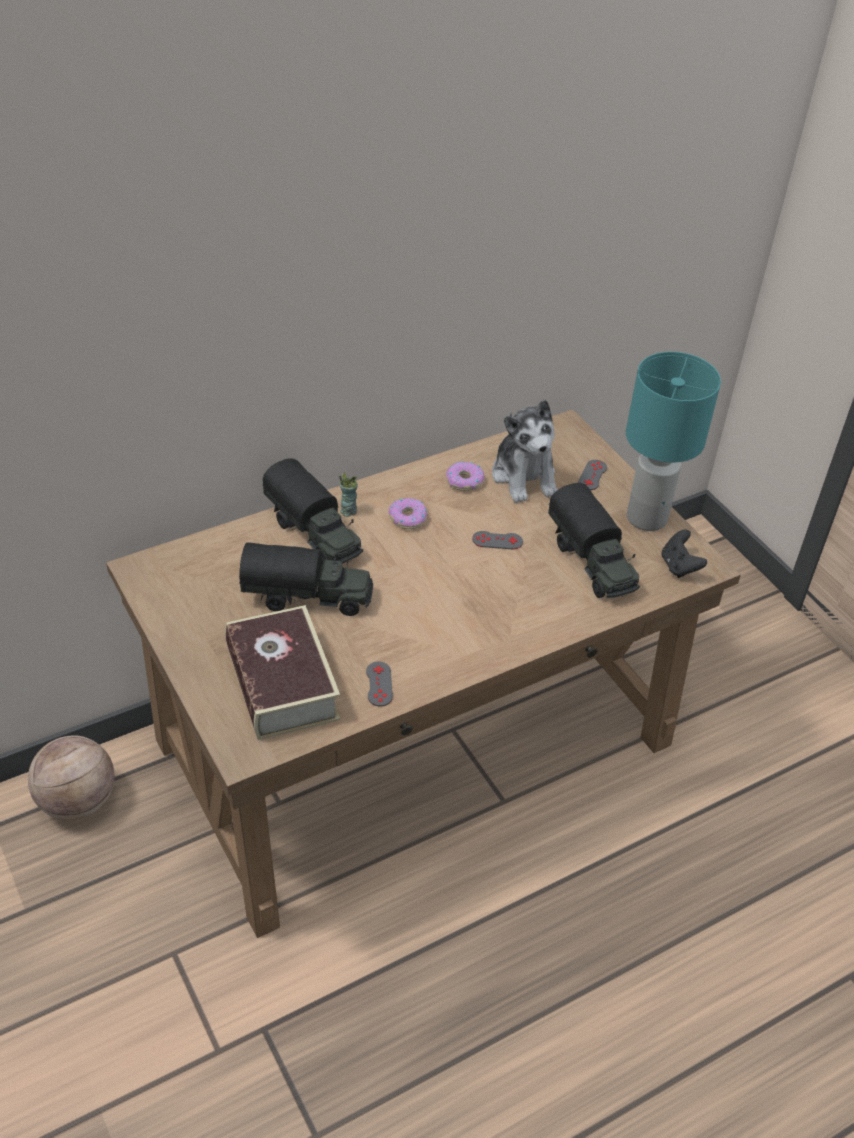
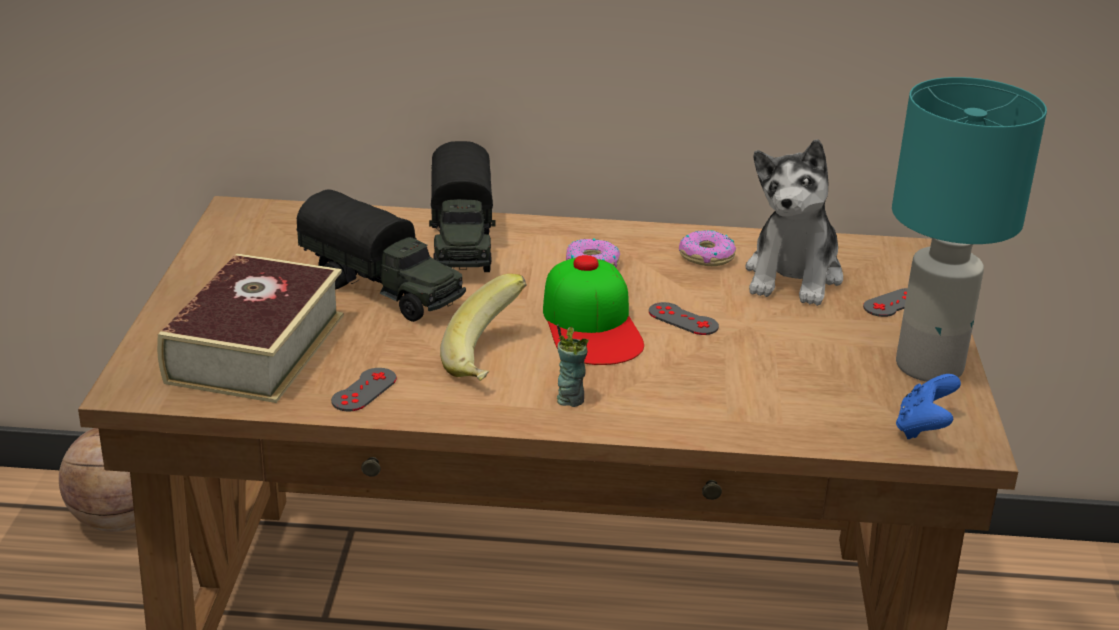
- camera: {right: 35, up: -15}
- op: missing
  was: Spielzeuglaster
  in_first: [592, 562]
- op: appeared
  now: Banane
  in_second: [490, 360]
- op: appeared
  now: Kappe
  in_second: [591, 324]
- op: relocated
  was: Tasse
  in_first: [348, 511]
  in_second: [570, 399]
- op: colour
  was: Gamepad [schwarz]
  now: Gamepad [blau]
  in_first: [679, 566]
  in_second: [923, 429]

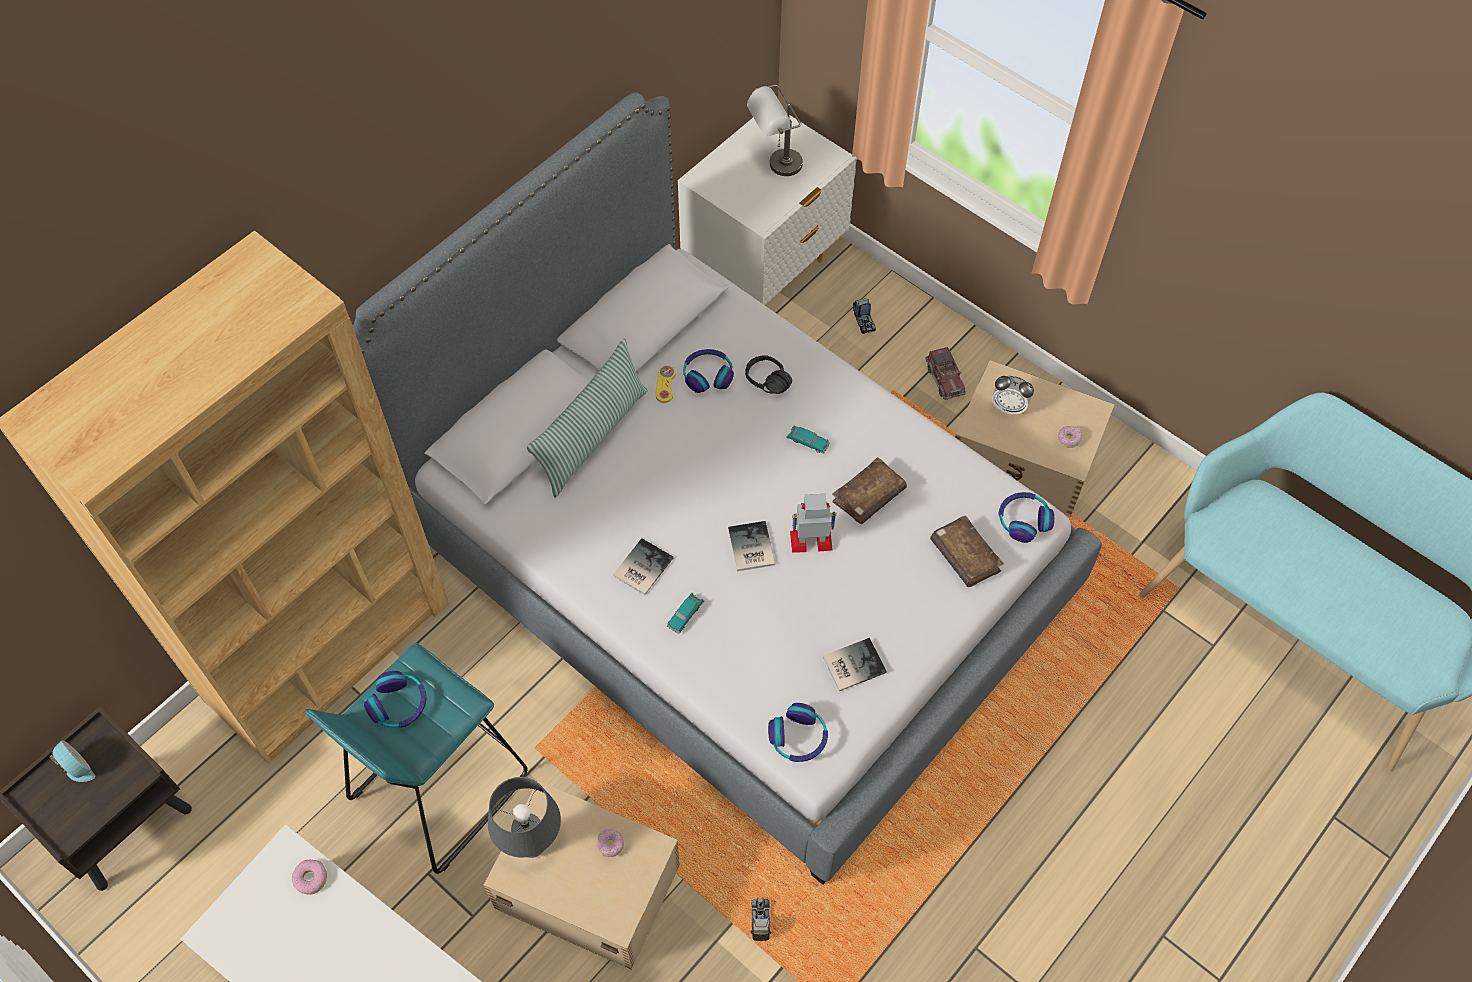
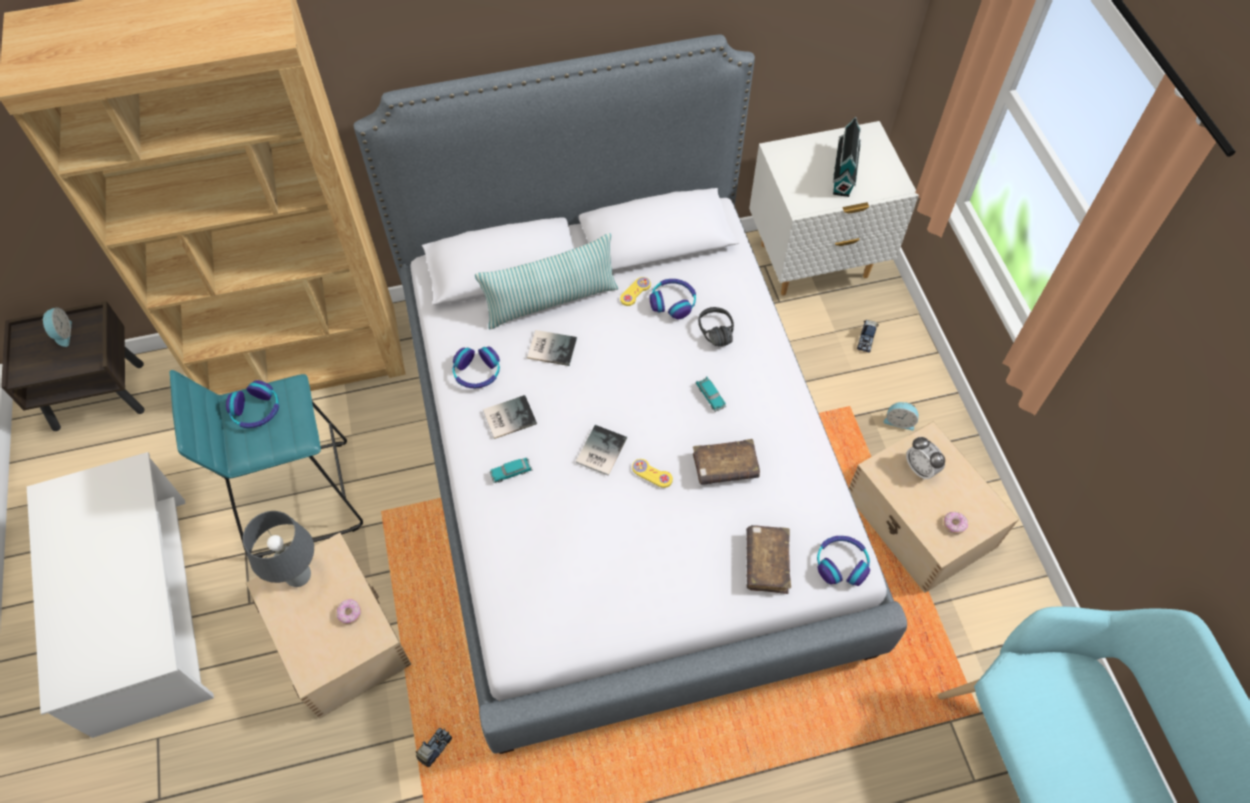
- camera: {right: 35, up: 0}
- op: missing
  was: Donut
  in_first: [311, 878]
- op: relocated
  was: Kopfhörer
  in_first: [798, 738]
  in_second: [477, 372]
- op: relocated
  was: Buch
  in_first: [852, 664]
  in_second: [551, 347]
- op: exchanged
  was: Tischlampe [grau]
  now: Spielzeughaus
  in_first: [775, 168]
  in_second: [844, 171]
- op: exchanged
  was: Spielzeugroboter
  now: Gamepad [gelb]
  in_first: [811, 540]
  in_second: [652, 474]
- op: exchanged
  was: Spielzeuglaster
  now: Wecker
  in_first: [944, 379]
  in_second: [899, 421]

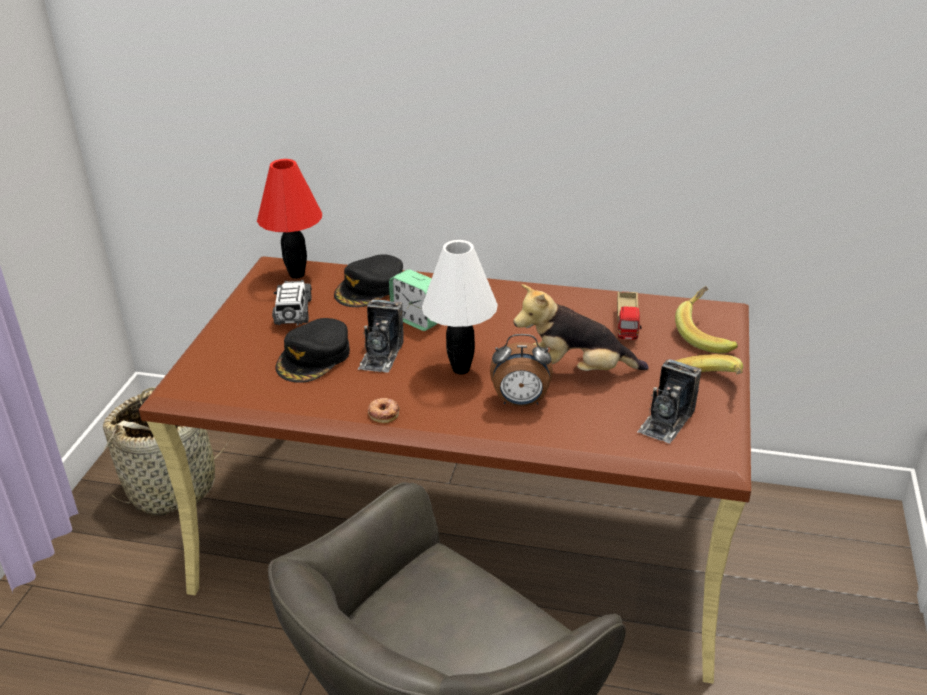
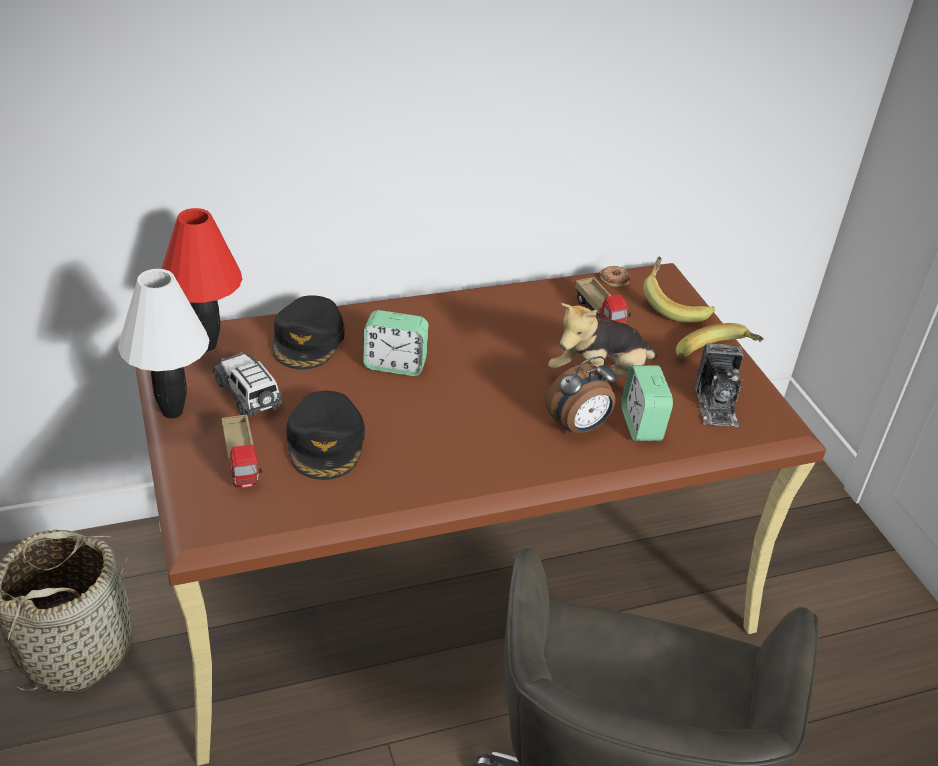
- camera: {right: -35, up: 5}
- op: missing
  was: Kamera
  in_first: [381, 355]
- op: appeared
  now: Spielzeuglaster
  in_second: [242, 462]
- op: appeared
  now: Wecker
  in_second: [641, 424]
- op: relocated
  was: Donut
  in_first: [384, 413]
  in_second: [614, 279]
- op: relocated
  was: Tischlampe [weiß]
  in_first: [461, 370]
  in_second: [173, 412]

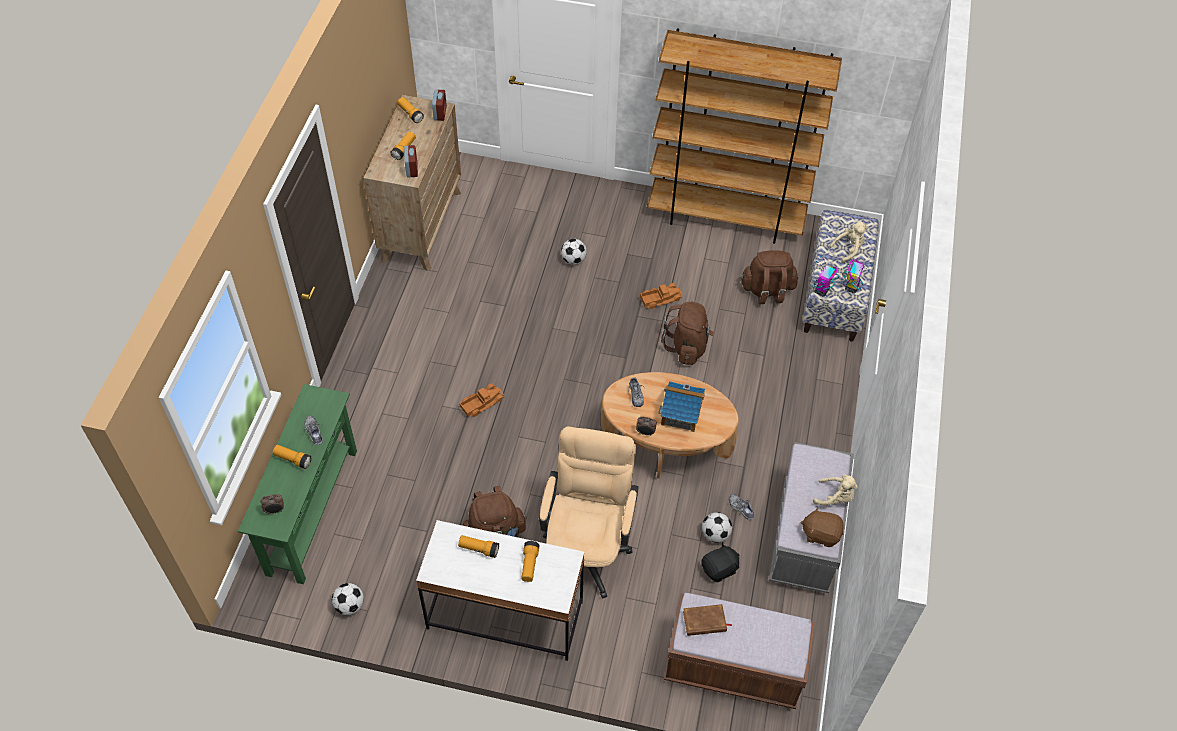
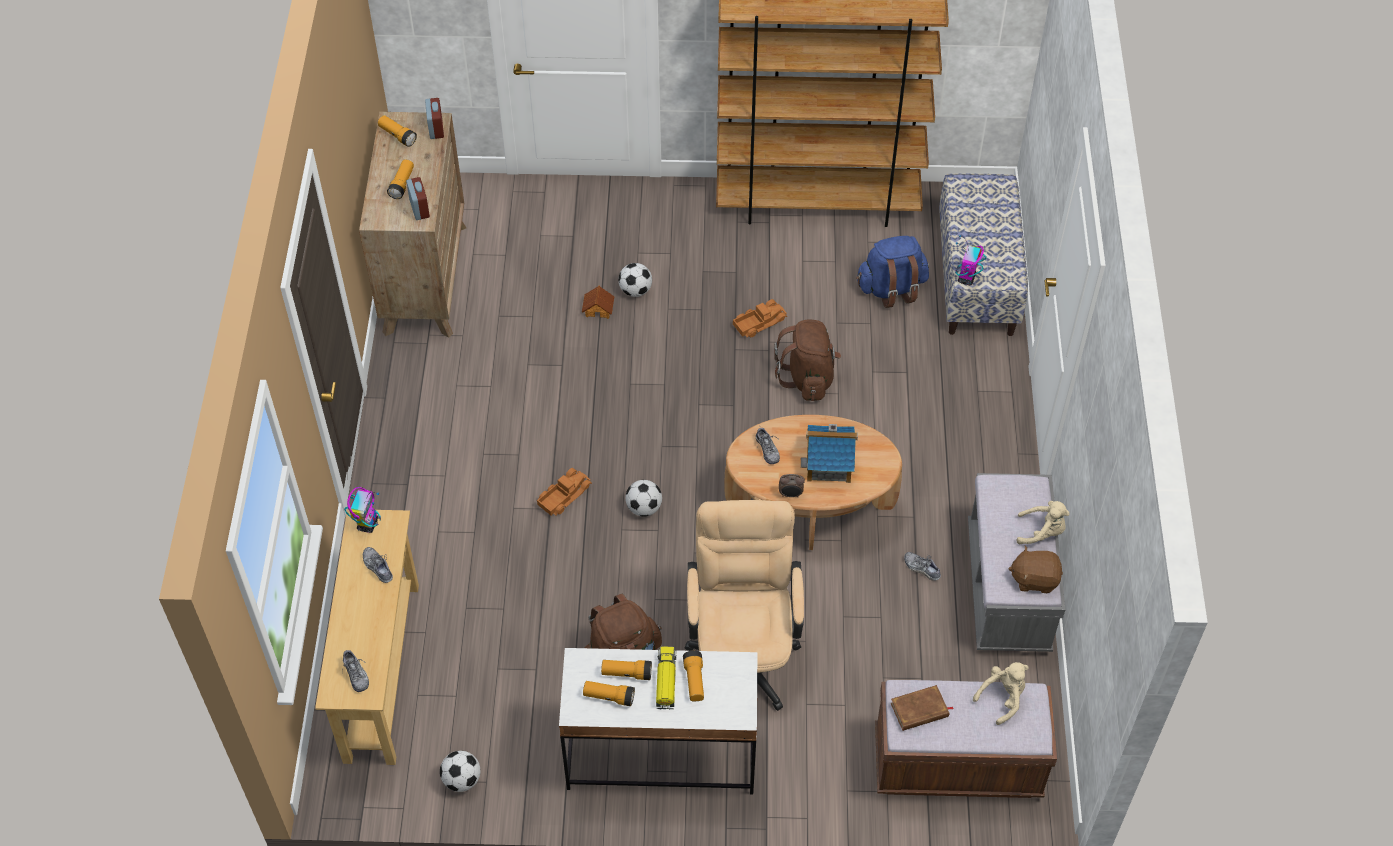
- camera: {right: -10, up: 0}
- op: missing
  was: Plüschtier [schwarz]
  in_first: [719, 569]
- op: appeared
  now: Spielzeughaus
  in_second: [598, 309]
- op: appeared
  now: Spielzeuglaster
  in_second: [666, 681]
- op: relocated
  was: Taschenlampe
  in_first: [293, 459]
  in_second: [609, 697]
- op: relocated
  was: Fußball
  in_first: [715, 534]
  in_second: [644, 508]
- op: relocated
  was: Plüschtier [beige]
  in_first: [848, 249]
  in_second: [1002, 698]
- op: relocated
  was: Spielzeugroboter
  in_first: [851, 287]
  in_second: [368, 524]
- op: exchanged
  was: Wecker
  now: Schuh
  in_first: [275, 511]
  in_second: [356, 674]
- op: colour
  was: Konsolentisch [grün]
  now: Konsolentisch [beige]
  in_first: [312, 511]
  in_second: [381, 671]
- op: colour
  was: Rucksack [braun]
  now: Rucksack [blau]
  in_first: [767, 290]
  in_second: [891, 288]

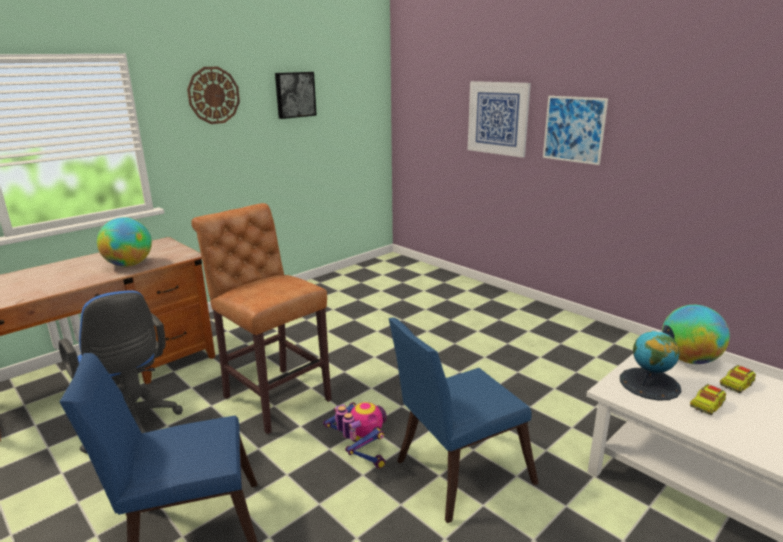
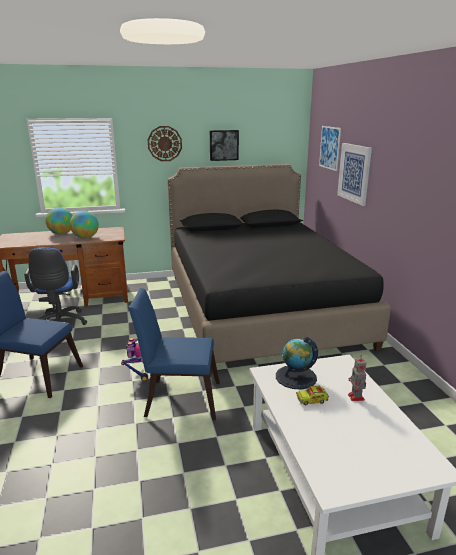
- camera: {right: 30, up: 0}
- op: missing
  was: Hocker [braun]
  in_first: [273, 396]
- op: appeared
  now: Bett [schwarz]
  in_second: [259, 308]
- op: relocated
  was: Bild
  in_first: [574, 129]
  in_second: [329, 147]
- op: relocated
  was: Globus
  in_first: [689, 359]
  in_second: [61, 234]
- op: exchanged
  was: Spielzeuglaster
  now: Spielzeugroboter
  in_first: [736, 385]
  in_second: [356, 397]

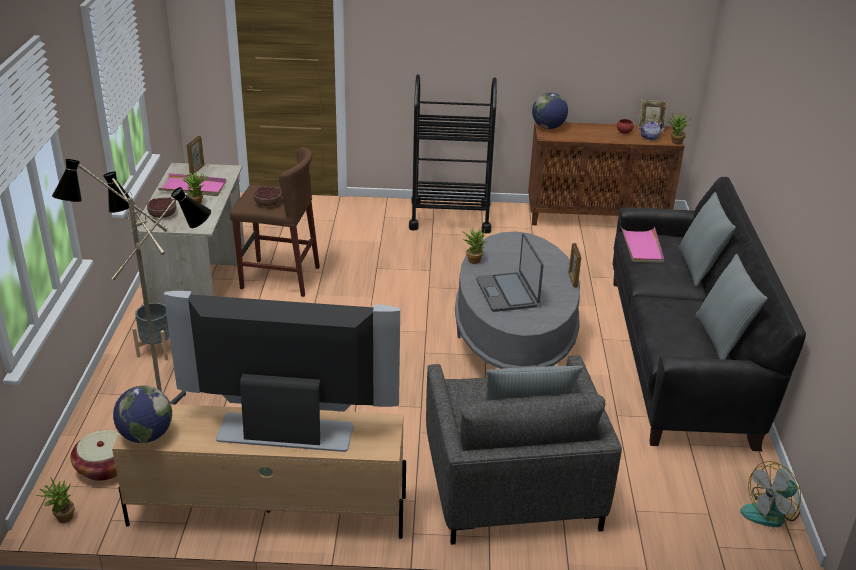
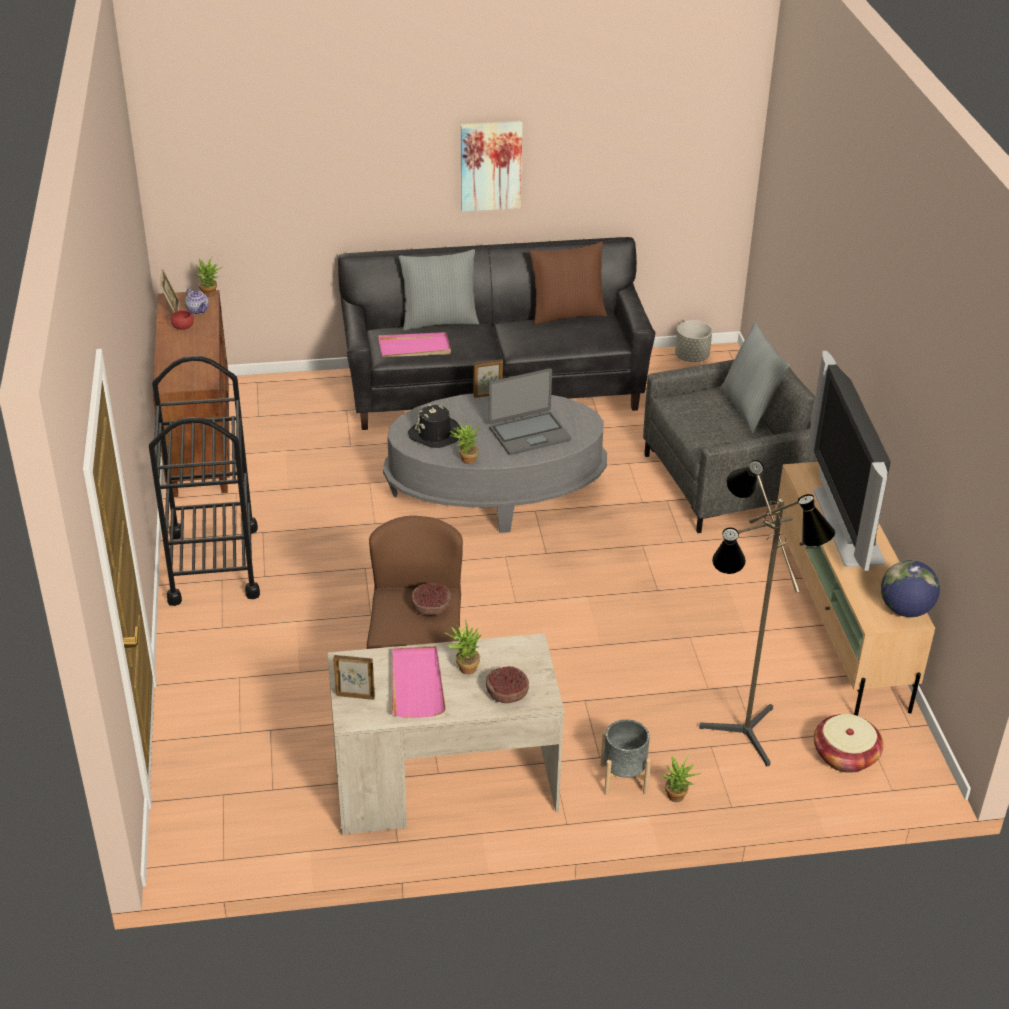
- camera: {right: -100, up: 5}
- op: missing
  was: Globus
  in_first: [548, 127]
- op: appeared
  now: Hut [schwarz]
  in_second: [435, 434]
- op: appeared
  now: Bild
  in_second: [490, 165]
- op: relocated
  was: Topfpflanze
  in_first: [61, 518]
  in_second: [677, 798]
- op: exchanged
  was: Ventilator
  now: Pflanzkübel [grau]
  in_first: [771, 512]
  in_second: [692, 357]
- op: colour
  was: Kissen [grau]
  now: Kissen [braun]
  in_first: [722, 338]
  in_second: [567, 314]

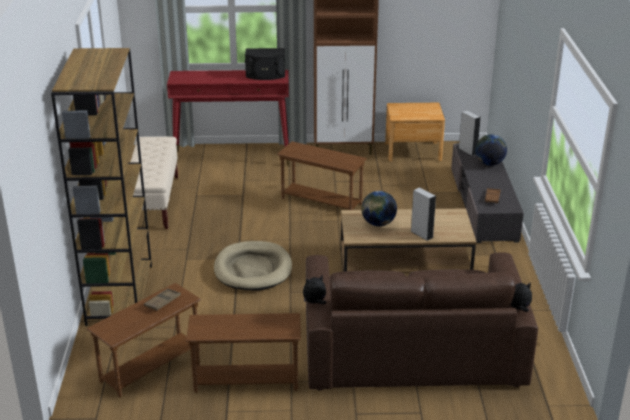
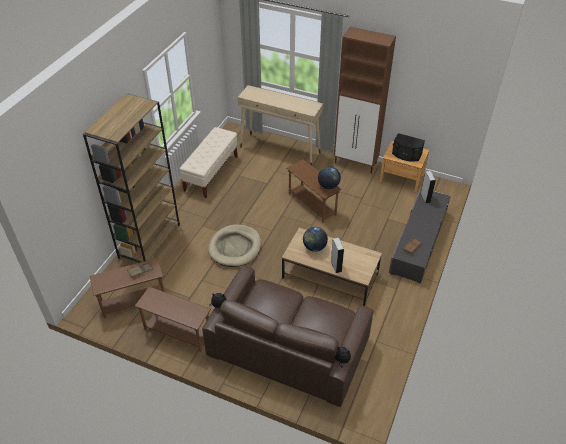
- camera: {right: 25, up: 15}
- op: relocated
  was: Lautsprecher [schwarz]
  in_first: [265, 75]
  in_second: [406, 155]
- op: relocated
  was: Globus
  in_first: [489, 163]
  in_second: [328, 186]
- op: colour
  was: Konsolentisch [rot]
  now: Konsolentisch [beige]
  in_first: [232, 158]
  in_second: [280, 150]

